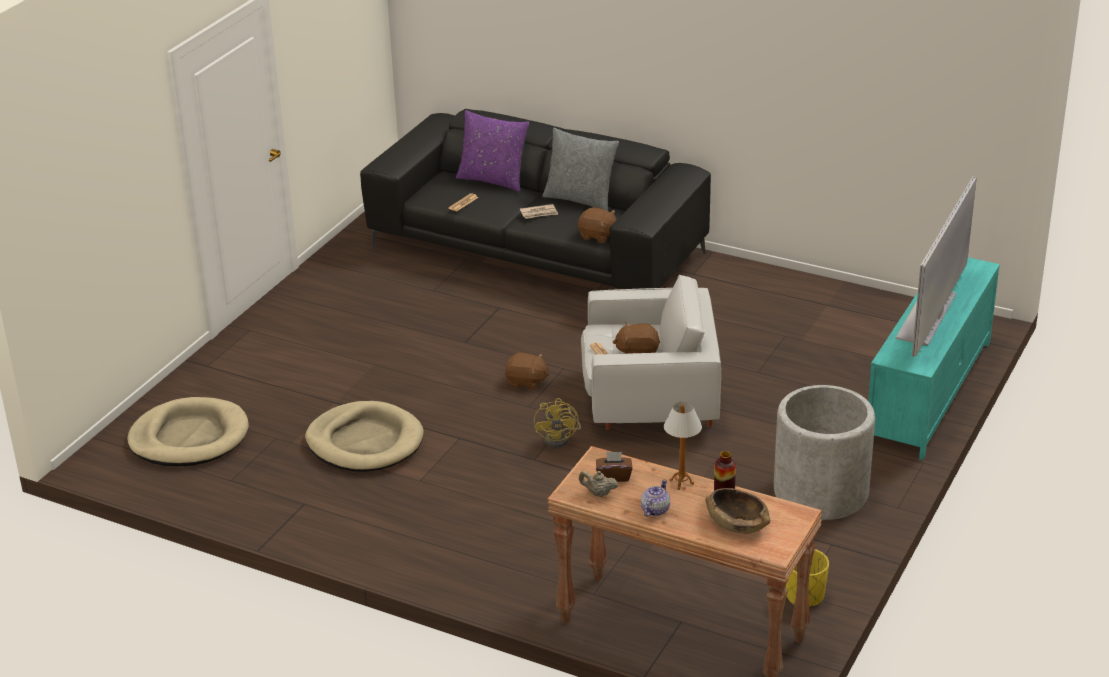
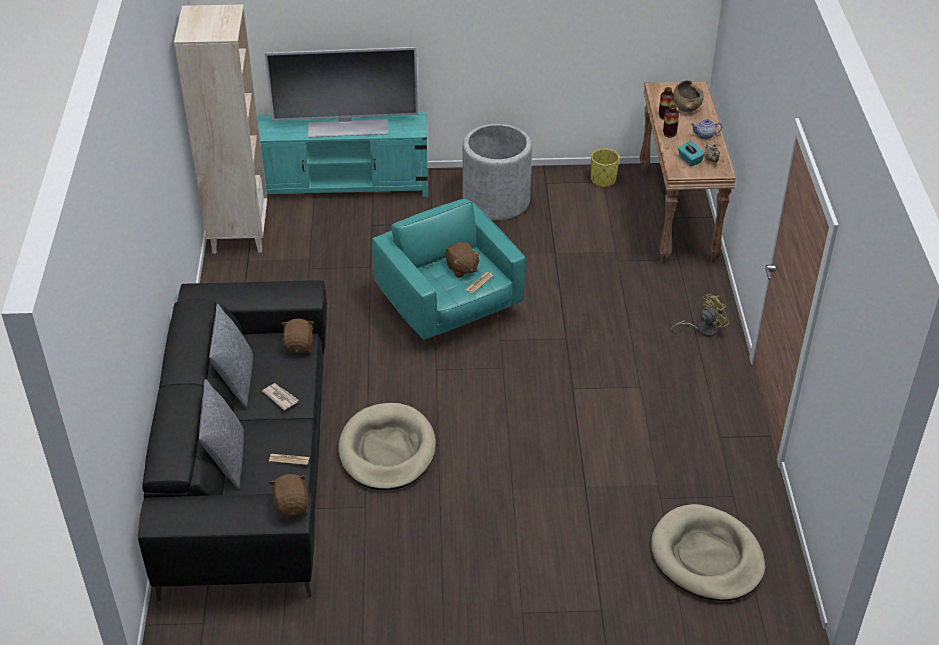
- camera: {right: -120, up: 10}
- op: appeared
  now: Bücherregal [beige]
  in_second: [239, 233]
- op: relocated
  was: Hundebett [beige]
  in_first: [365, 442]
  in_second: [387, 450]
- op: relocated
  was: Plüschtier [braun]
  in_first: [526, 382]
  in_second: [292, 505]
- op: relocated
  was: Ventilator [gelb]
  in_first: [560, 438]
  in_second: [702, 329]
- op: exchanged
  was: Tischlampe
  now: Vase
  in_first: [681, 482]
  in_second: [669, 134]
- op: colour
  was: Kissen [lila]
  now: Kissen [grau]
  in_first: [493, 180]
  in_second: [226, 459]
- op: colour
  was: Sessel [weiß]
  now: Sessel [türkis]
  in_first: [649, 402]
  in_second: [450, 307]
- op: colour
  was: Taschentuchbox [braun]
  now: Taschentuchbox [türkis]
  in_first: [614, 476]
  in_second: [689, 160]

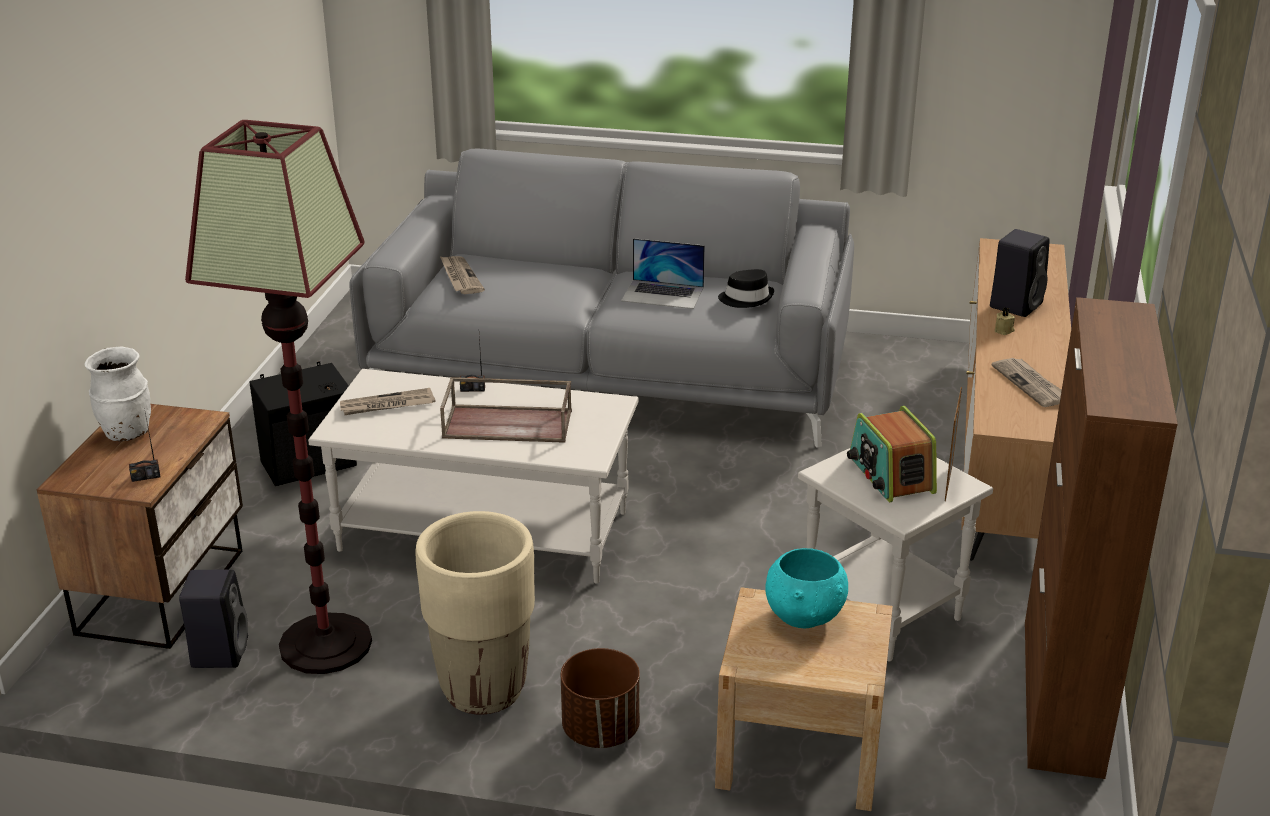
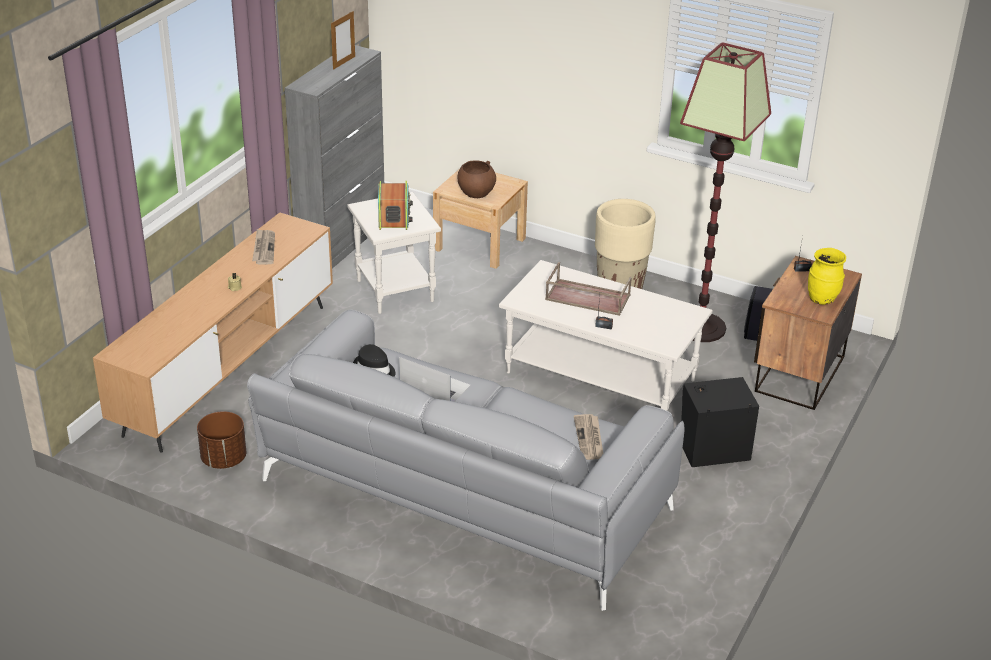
- camera: {right: -165, up: 5}
- op: missing
  was: Zeitung
  in_first: [387, 405]
- op: missing
  was: Lautsprecher [schwarz]
  in_first: [1016, 304]
- op: relocated
  was: Pflanzkübel [braun]
  in_first: [601, 730]
  in_second: [223, 459]
- op: relocated
  was: Bilderrahmen
  in_first: [948, 482]
  in_second: [344, 63]
- op: colour
  was: Vase [weiß]
  now: Vase [gelb]
  in_first: [126, 433]
  in_second: [822, 299]
- op: colour
  was: Schüssel [türkis]
  now: Schüssel [braun]
  in_first: [805, 617]
  in_second: [476, 193]
- op: colour
  was: Schrank [braun]
  now: Schrank [grau]
  in_first: [1061, 696]
  in_second: [342, 242]

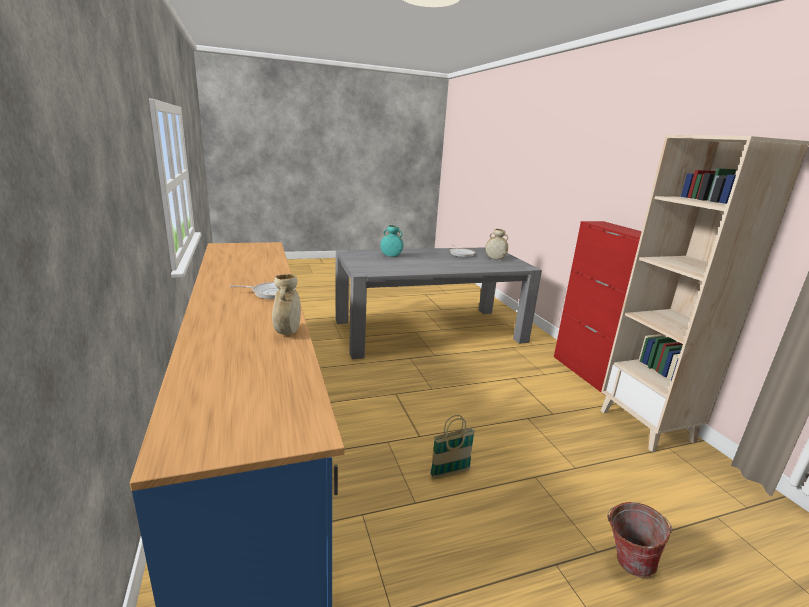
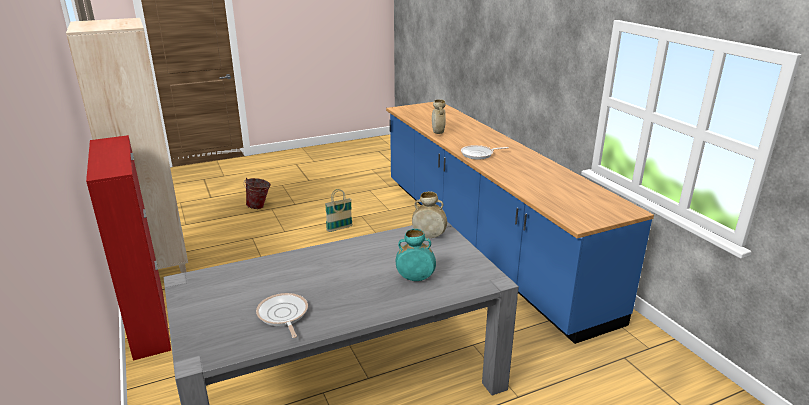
- camera: {right: 175, up: 5}
- op: relocated
  was: Vase [beige]
  in_first: [495, 259]
  in_second: [429, 236]

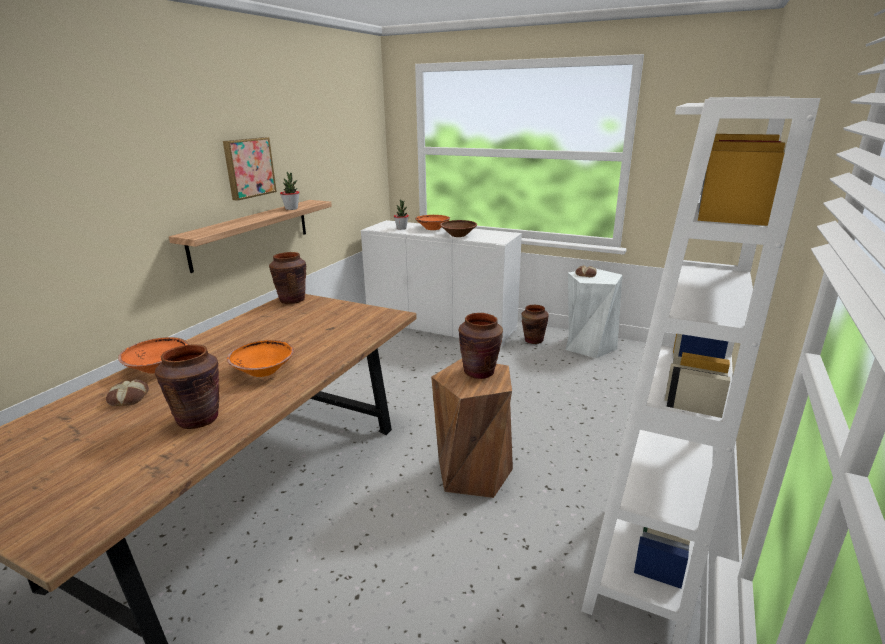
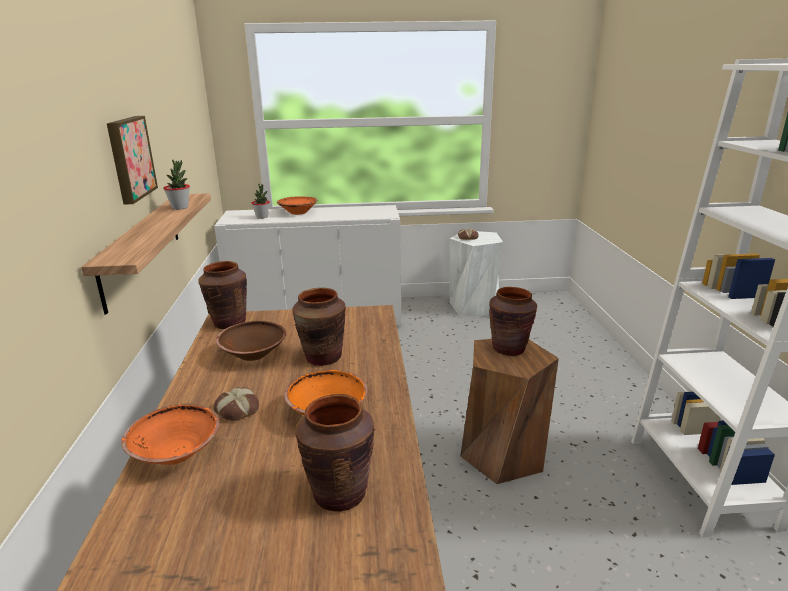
- camera: {right: -30, up: 0}
- op: relocated
  was: Brot
  in_first: [128, 398]
  in_second: [236, 409]
- op: relocated
  was: Schüssel [braun]
  in_first: [458, 235]
  in_second: [253, 354]
- op: relocated
  was: Vase [braun]
  in_first: [533, 340]
  in_second: [323, 357]

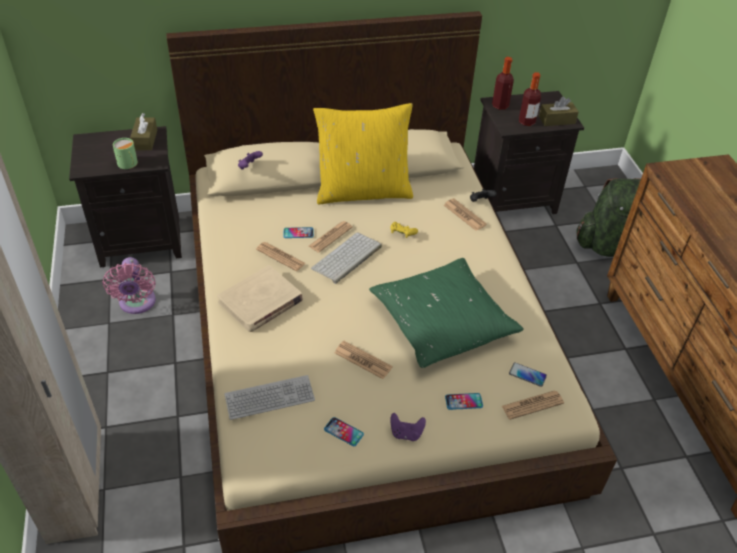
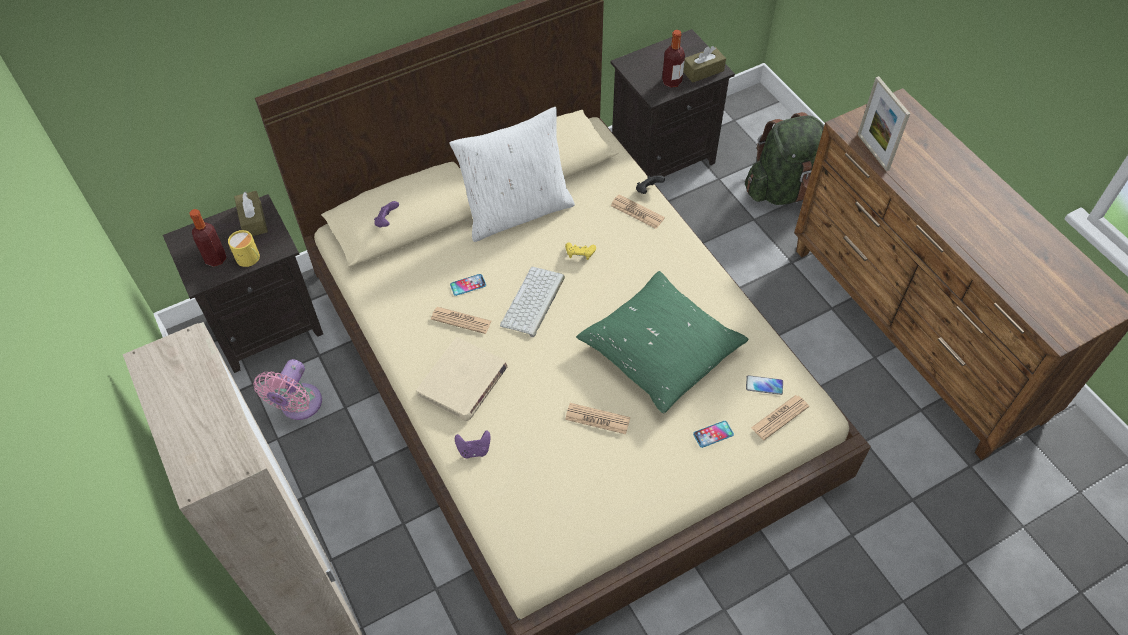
- camera: {right: -15, up: 10}
- op: missing
  was: Tastatur
  in_first: [269, 398]
- op: missing
  was: Zeitung
  in_first: [330, 237]
- op: missing
  was: Handy
  in_first: [343, 432]
- op: appeared
  now: Bilderrahmen
  in_second: [873, 152]
- op: relocated
  was: Gamepad [lila]
  in_first: [406, 433]
  in_second: [474, 450]
- op: relocated
  was: Flasche
  in_first: [500, 105]
  in_second: [215, 258]
- op: colour
  was: Henkelbecher [grün]
  now: Henkelbecher [gelb]
  in_first: [128, 164]
  in_second: [249, 258]
- op: colour
  was: Kissen [gelb]
  now: Kissen [weiß]
  in_first: [363, 191]
  in_second: [517, 211]
- op: spun
  was: Ventilator [rosa]
  in_first: [137, 304]
  in_second: [299, 406]
  clockwise: 45

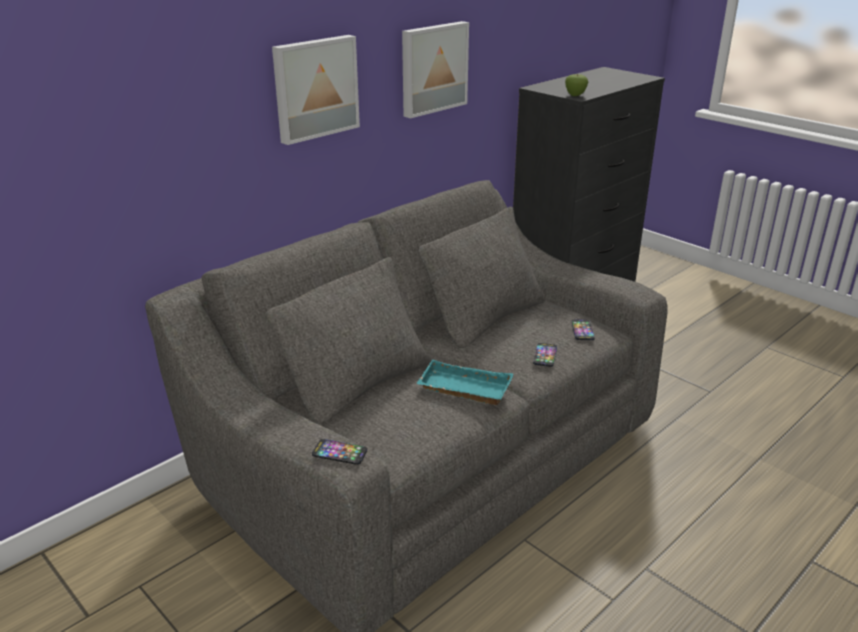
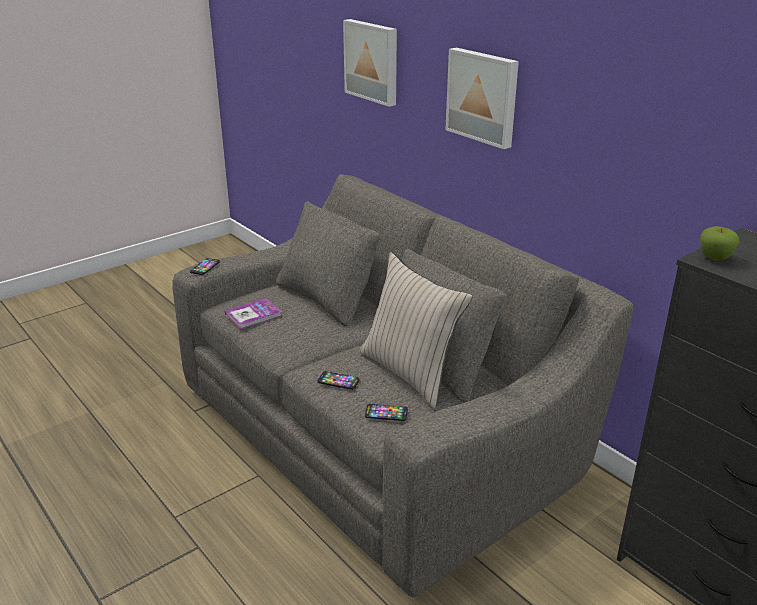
- camera: {right: 95, up: 0}
- op: missing
  was: Tablett [türkis]
  in_first: [462, 389]
- op: appeared
  now: Buch
  in_second: [253, 315]
- op: appeared
  now: Kissen [beige]
  in_second: [410, 372]
- op: relocated
  was: Bild
  in_first: [432, 68]
  in_second: [372, 61]

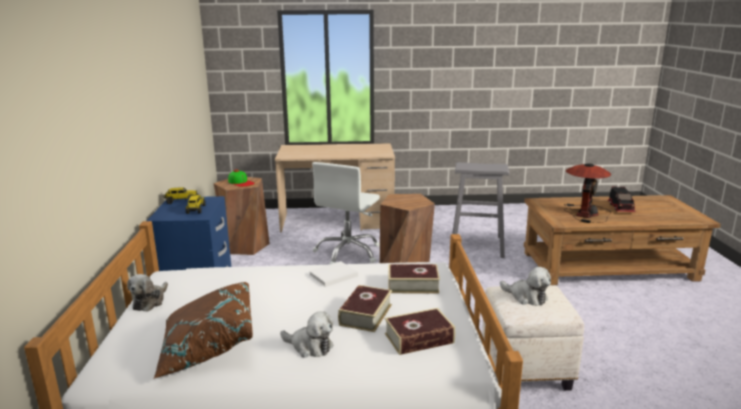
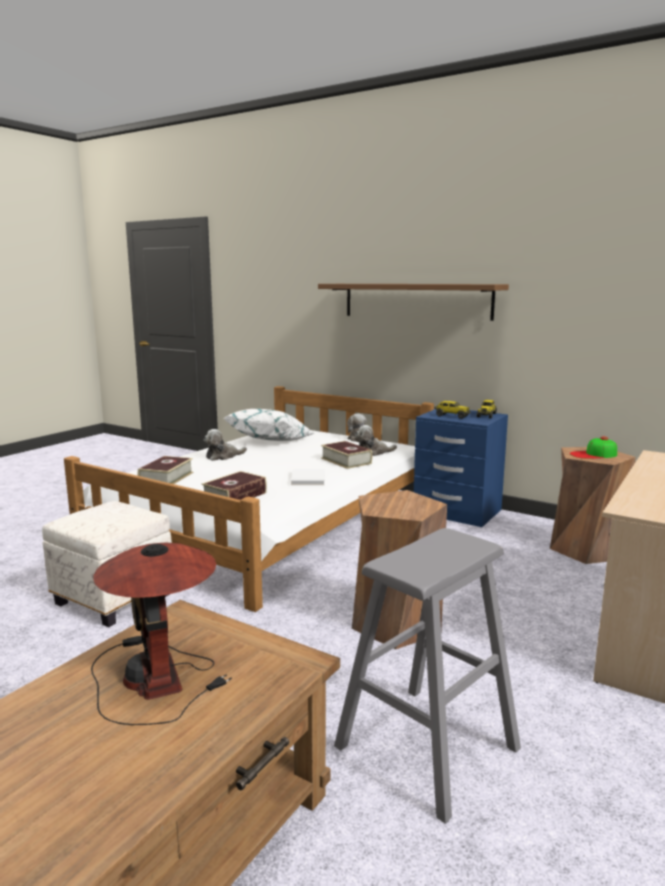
- camera: {right: 125, up: -5}
- op: missing
  was: Bürostuhl [weiß]
  in_first: [348, 253]
- op: missing
  was: Spielzeuglaster
  in_first: [621, 208]
- op: appeared
  now: Wandregal [braun]
  in_second: [416, 301]
- op: relocated
  was: Buch
  in_first: [366, 315]
  in_second: [346, 461]
- op: relocated
  was: Plüschtier
  in_first: [526, 297]
  in_second: [373, 452]
- op: colour
  was: Kissen [braun]
  now: Kissen [weiß]
  in_first: [208, 347]
  in_second: [271, 441]

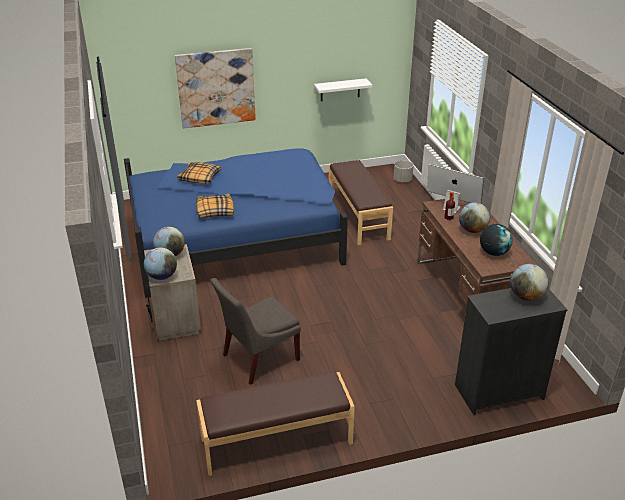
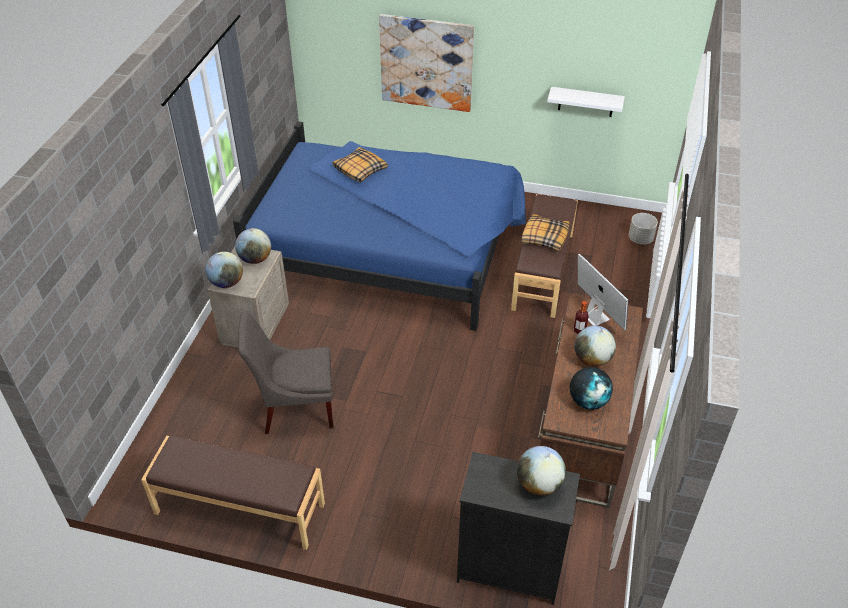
- camera: {right: 30, up: 10}
- op: relocated
  was: Kissen
  in_first: [215, 211]
  in_second: [544, 237]

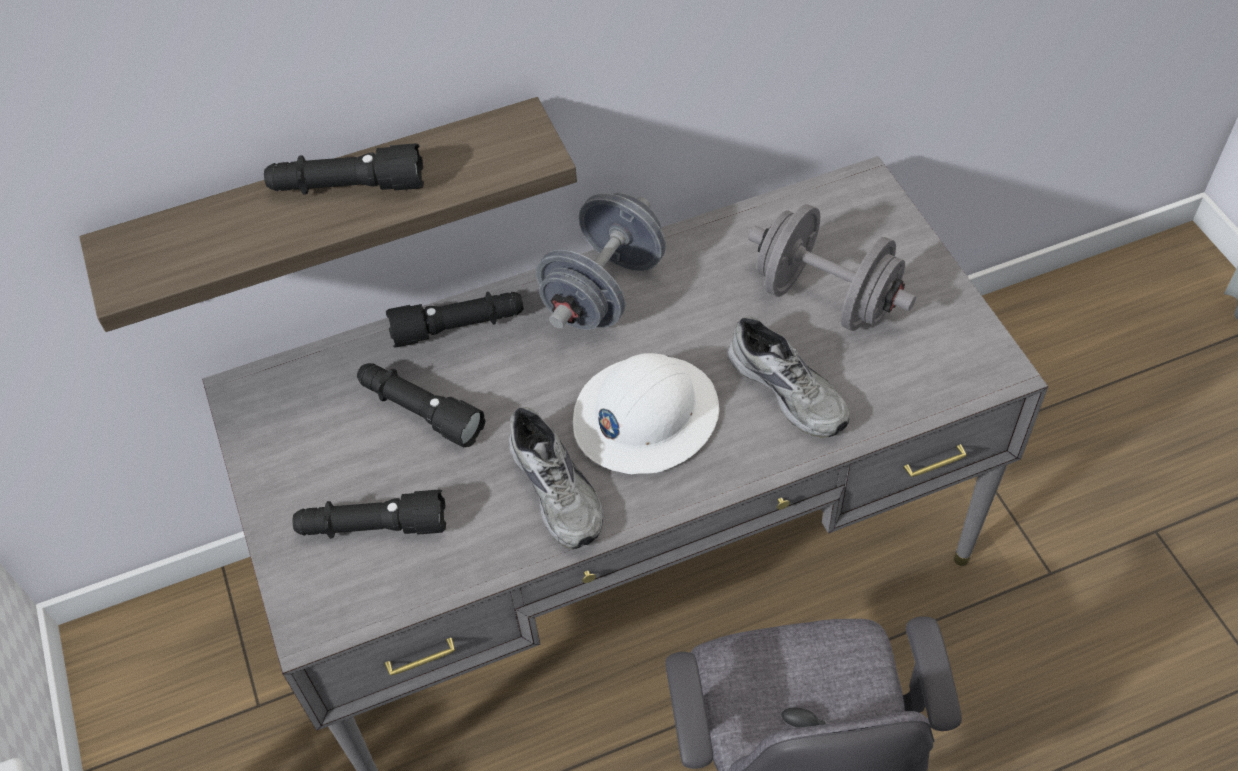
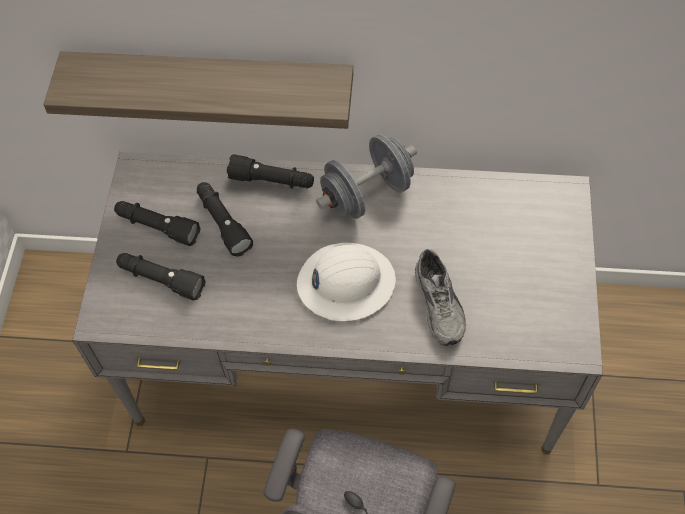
- camera: {right: 25, up: 5}
- op: missing
  was: Schuh [grau]
  in_first: [559, 488]
- op: missing
  was: Hantel [grau]
  in_first: [826, 298]
- op: relocated
  was: Taschenlampe [schwarz]
  in_first: [348, 187]
  in_second: [157, 227]

